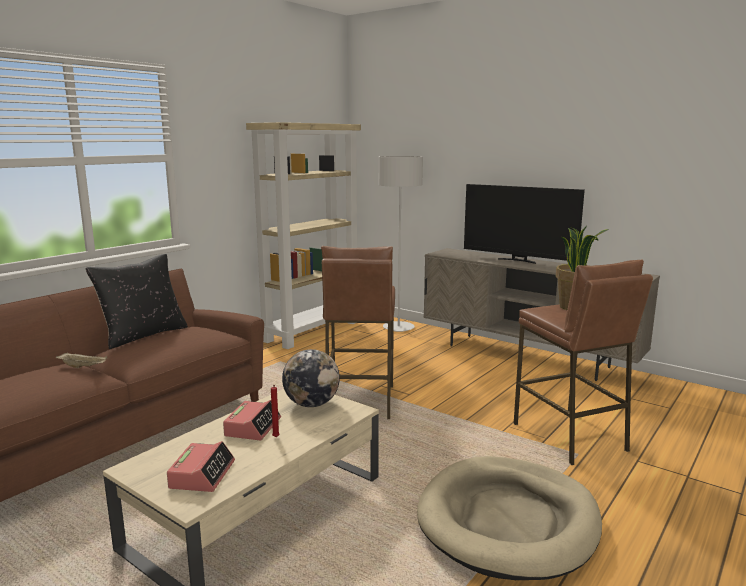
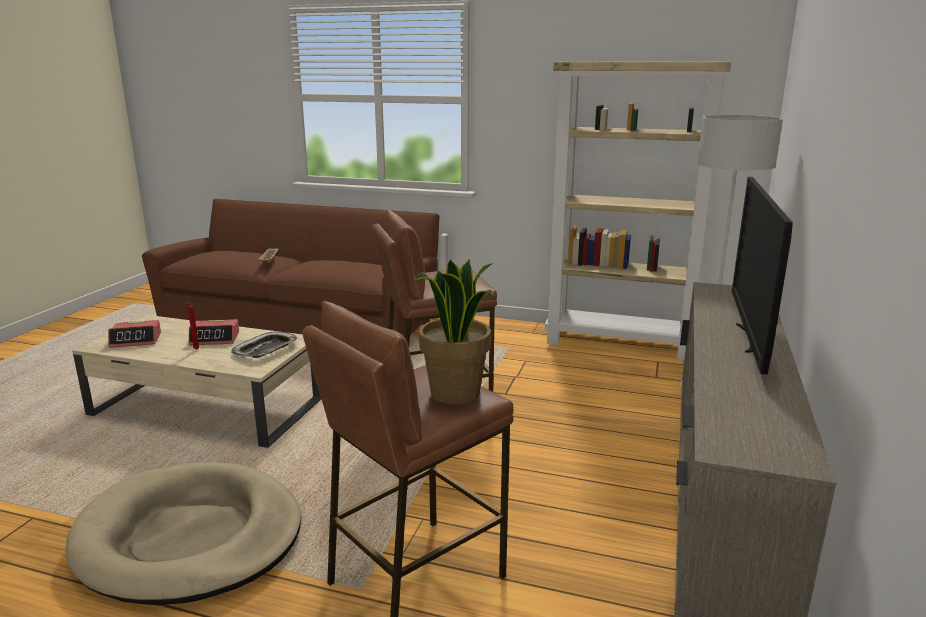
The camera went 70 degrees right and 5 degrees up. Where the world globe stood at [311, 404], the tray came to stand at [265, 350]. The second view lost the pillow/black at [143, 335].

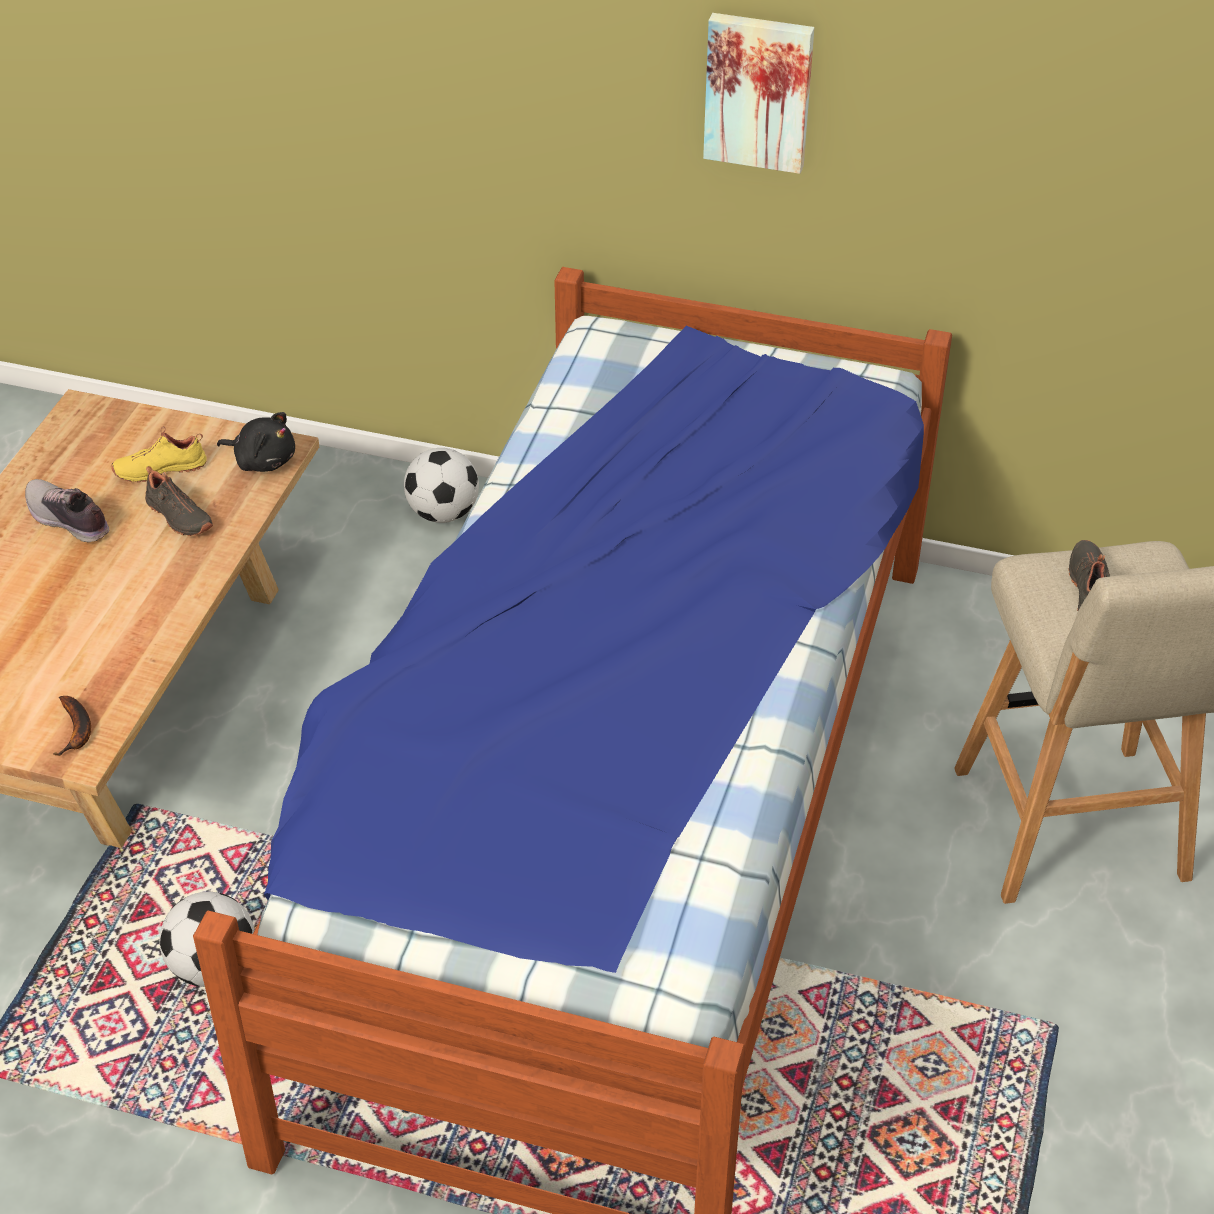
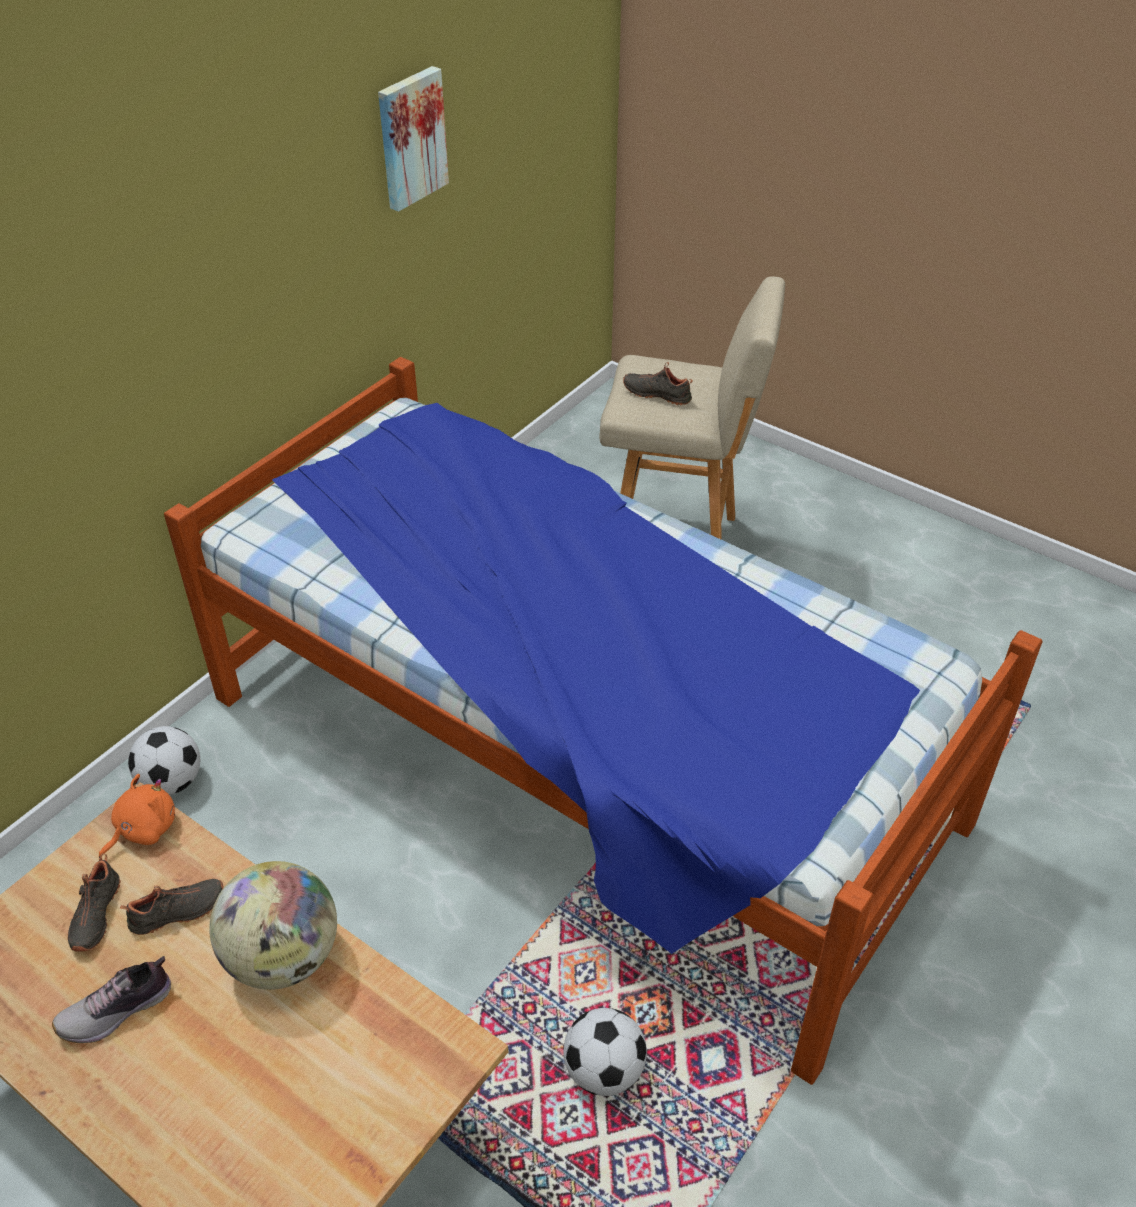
The camera went 70 degrees left and 0 degrees up. What was the low shoe/yellow at [160, 468] turned into the low shoe/black at [94, 914]. What was the plush toy/black at [263, 460] turned into the plush toy/orangey at [143, 829]. The second view gained the world globe at [283, 958]. The wall picture ended up elsewhere, having gone from [759, 91] to [410, 138]. The second view lost the banana fruit at [77, 730].

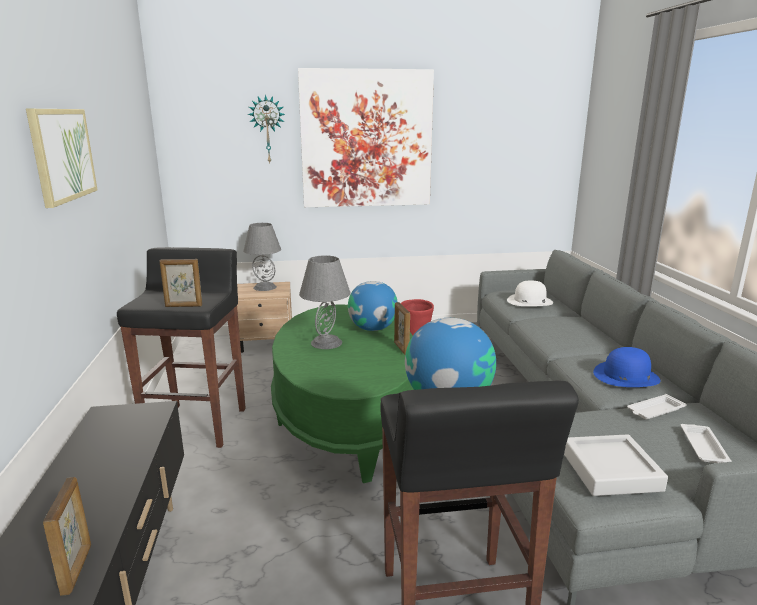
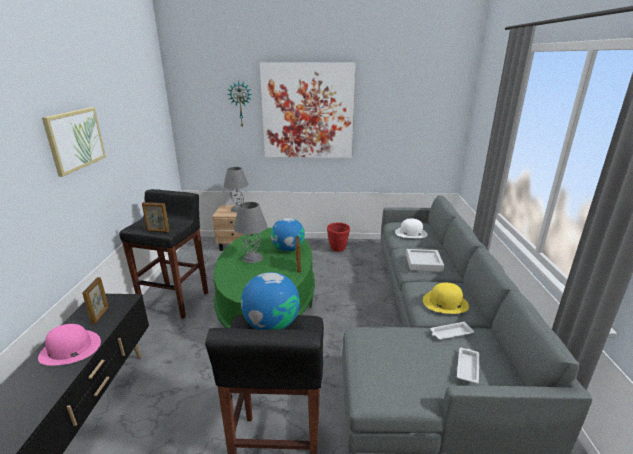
The camera went 10 degrees right and 5 degrees up. The second view gained the wearable hat/pinkish at [70, 349]. The photo frame ended up elsewhere, having gone from [77, 569] to [100, 315]. The tray/gray ended up elsewhere, having gone from [610, 471] to [423, 263]. What was the wearable hat/blue at [626, 376] turned into the wearable hat/yellow at [445, 302].

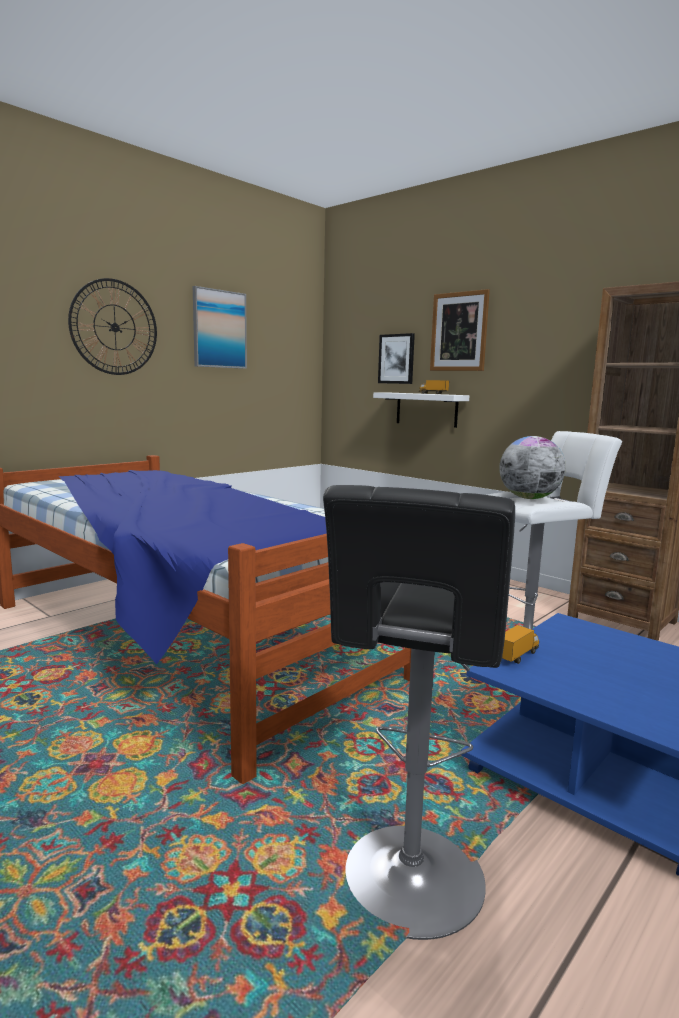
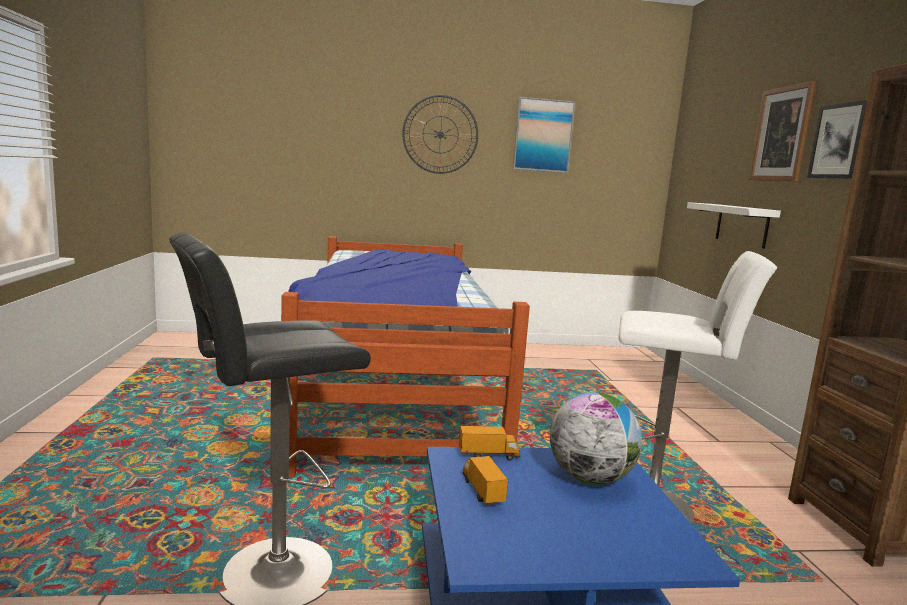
The camera went 40 degrees right and 0 degrees up. The toy lorry ended up elsewhere, having gone from [433, 393] to [482, 493]. The world globe ended up elsewhere, having gone from [529, 498] to [590, 478]. The wall picture ended up elsewhere, having gone from [396, 359] to [839, 141].

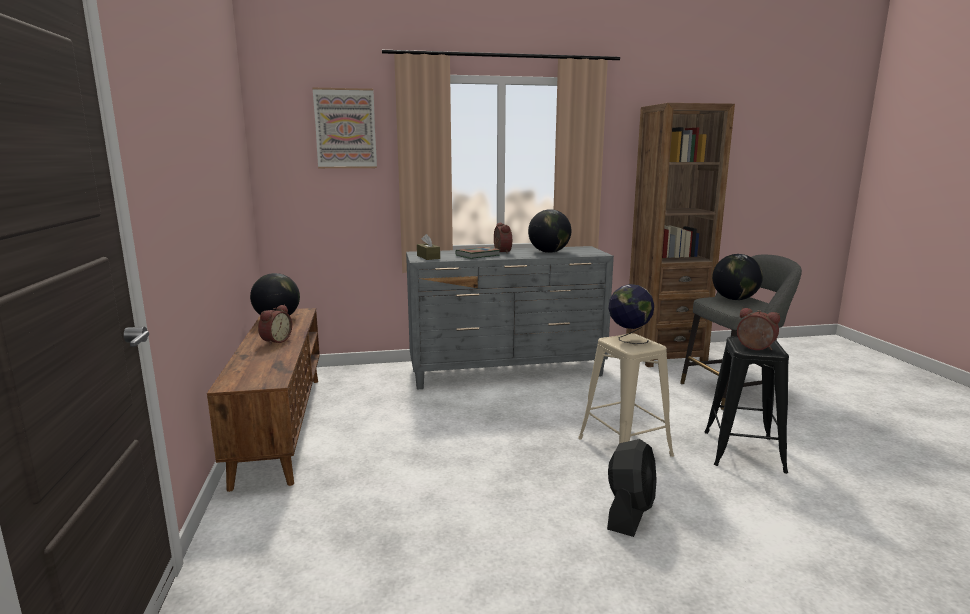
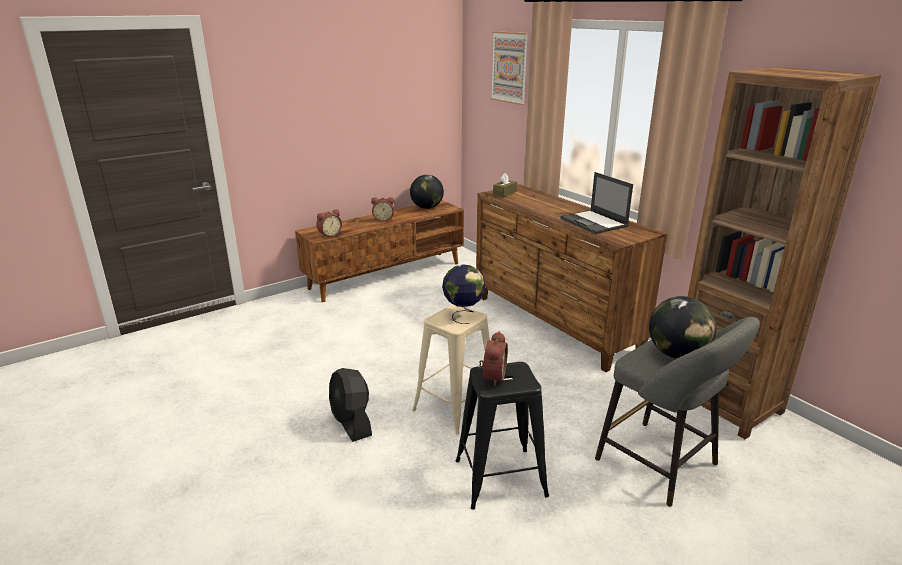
The camera went 65 degrees right and 10 degrees up. The table clock ended up elsewhere, having gone from [501, 252] to [329, 235]. The cooling fan/black at [629, 512] ended up facing another way, 60 degrees clockwise from before. What was the chest of drawers/gray at [507, 373] turned into the chest of drawers/brown at [554, 324]. Where the world globe stood at [549, 252], the notebook computer came to stand at [594, 222]. The second view lost the book at [478, 255].

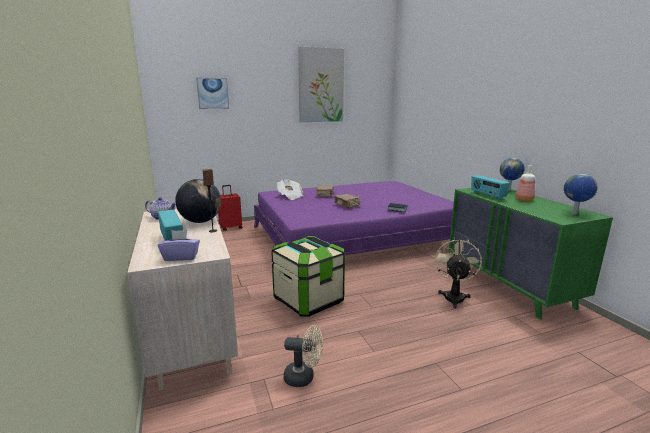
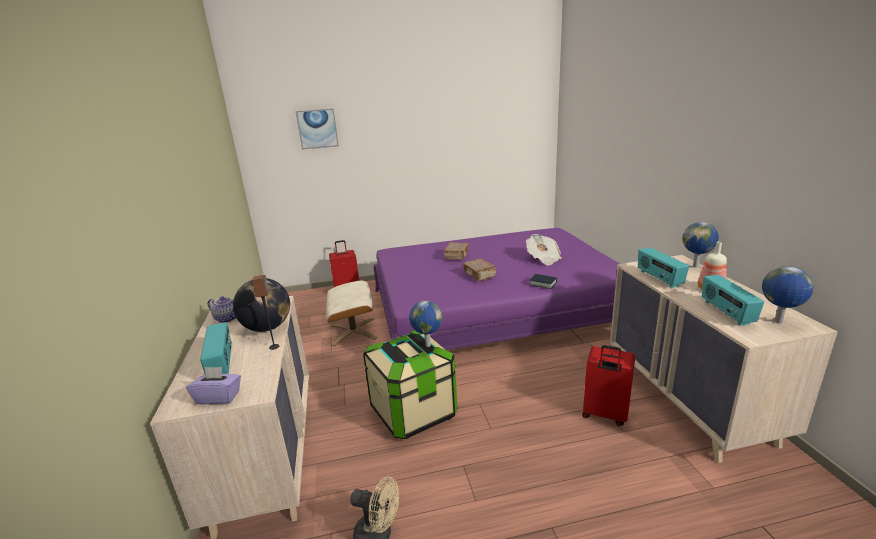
The camera went 10 degrees right and 5 degrees up. The second view gained the ottoman/beige at [354, 331]. The second view gained the world globe at [427, 345]. The newspaper ended up elsewhere, having gone from [290, 196] to [543, 258]. Where the cooling fan/beige stood at [454, 296], the travel case/reddish came to stand at [604, 415]. What was the chest of drawers/green-coloured at [510, 286] turned into the chest of drawers/beige at [689, 400]. The second view gained the radio set at [726, 313]. The second view lost the wall picture at [321, 85].

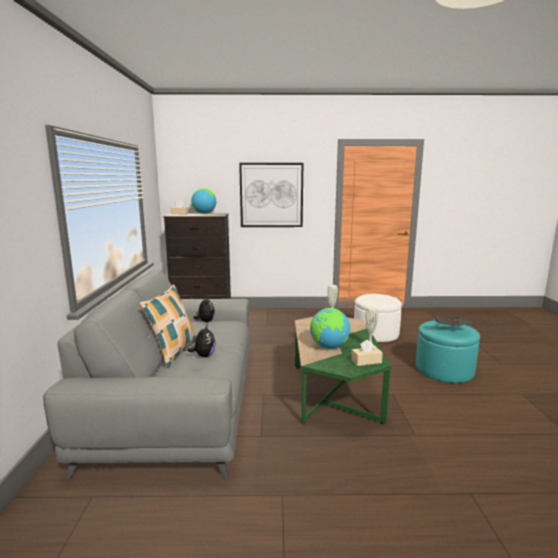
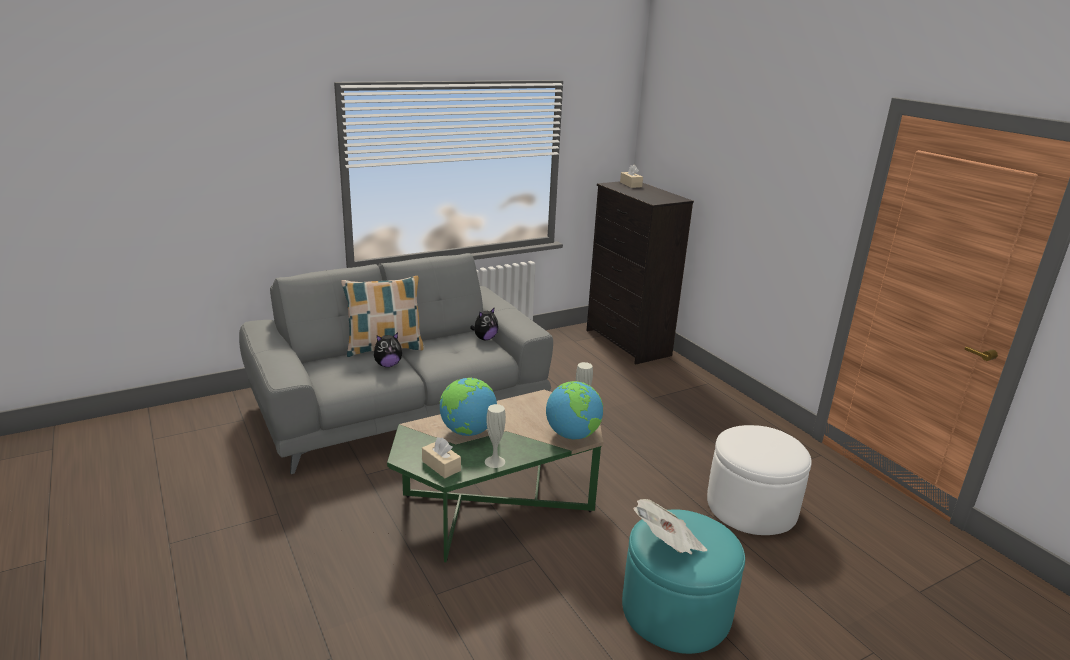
The camera went 60 degrees right and 10 degrees up. The world globe ended up elsewhere, having gone from [204, 213] to [572, 435]. The second view lost the wall picture at [271, 195].

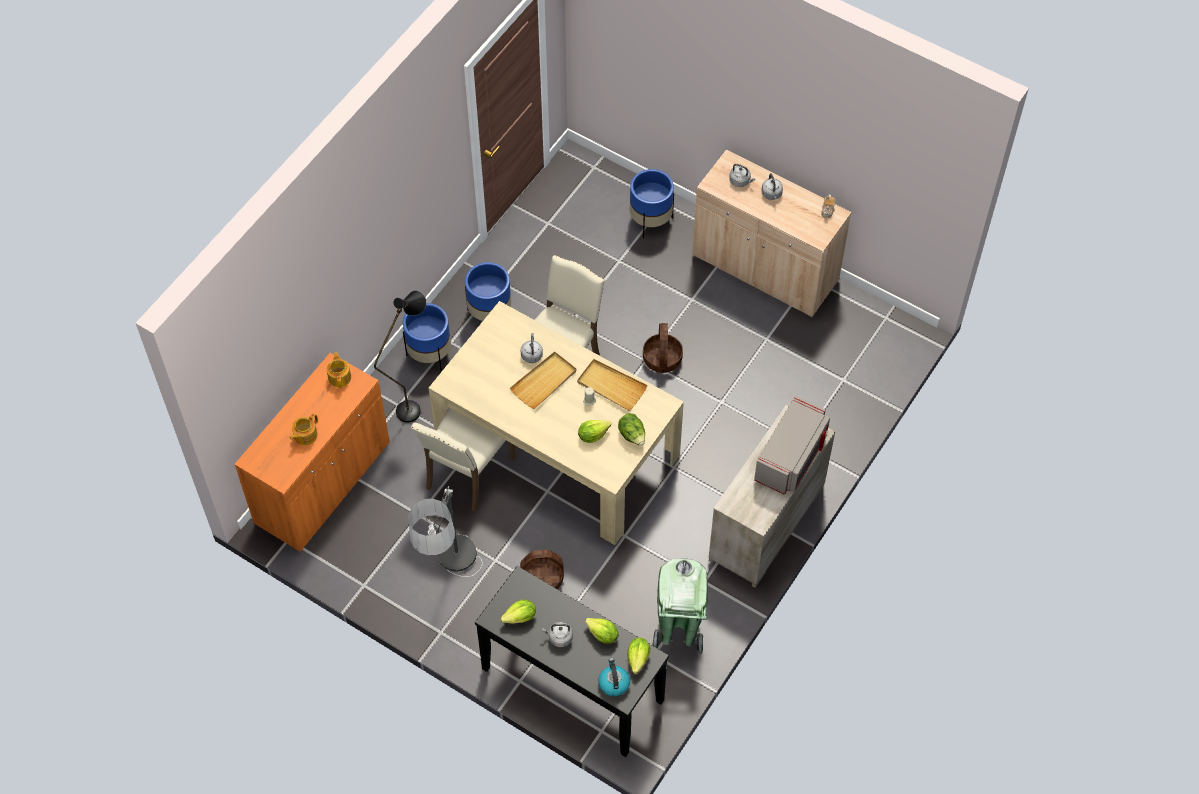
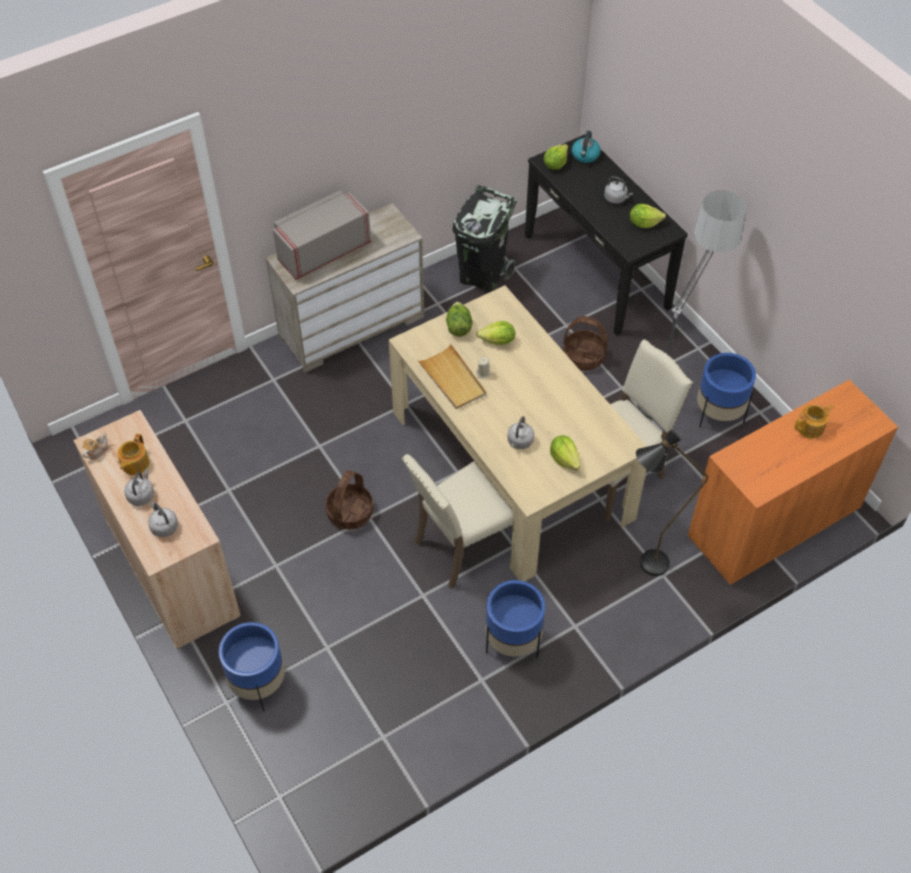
The camera went 155 degrees left and 5 degrees down. The tea pot ended up elsewhere, having gone from [340, 377] to [134, 464]. What was the rubbish bin/green-coloured at [678, 630] turned into the rubbish bin/black at [483, 277]. The lettuce ended up elsewhere, having gone from [602, 635] to [564, 459]. The flower pot/blue ended up elsewhere, having gone from [429, 354] to [718, 414]. The second view lost the tray/beige at [544, 381].

